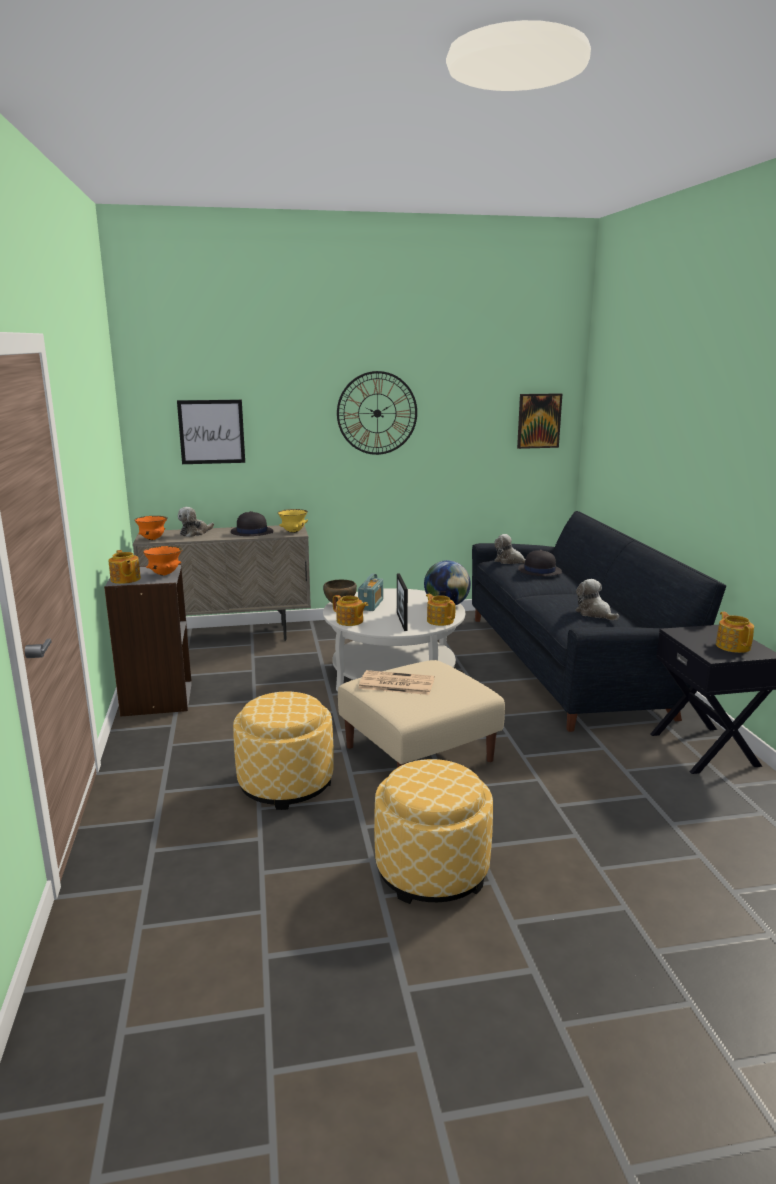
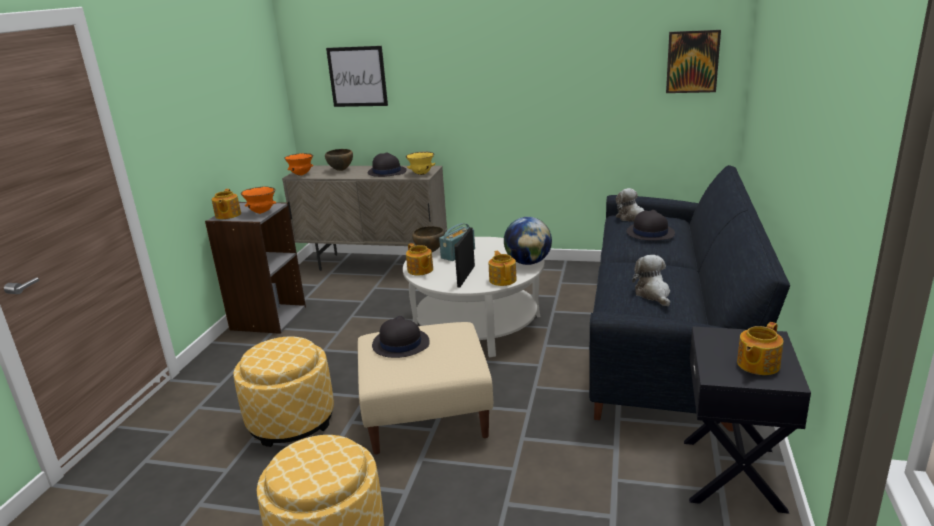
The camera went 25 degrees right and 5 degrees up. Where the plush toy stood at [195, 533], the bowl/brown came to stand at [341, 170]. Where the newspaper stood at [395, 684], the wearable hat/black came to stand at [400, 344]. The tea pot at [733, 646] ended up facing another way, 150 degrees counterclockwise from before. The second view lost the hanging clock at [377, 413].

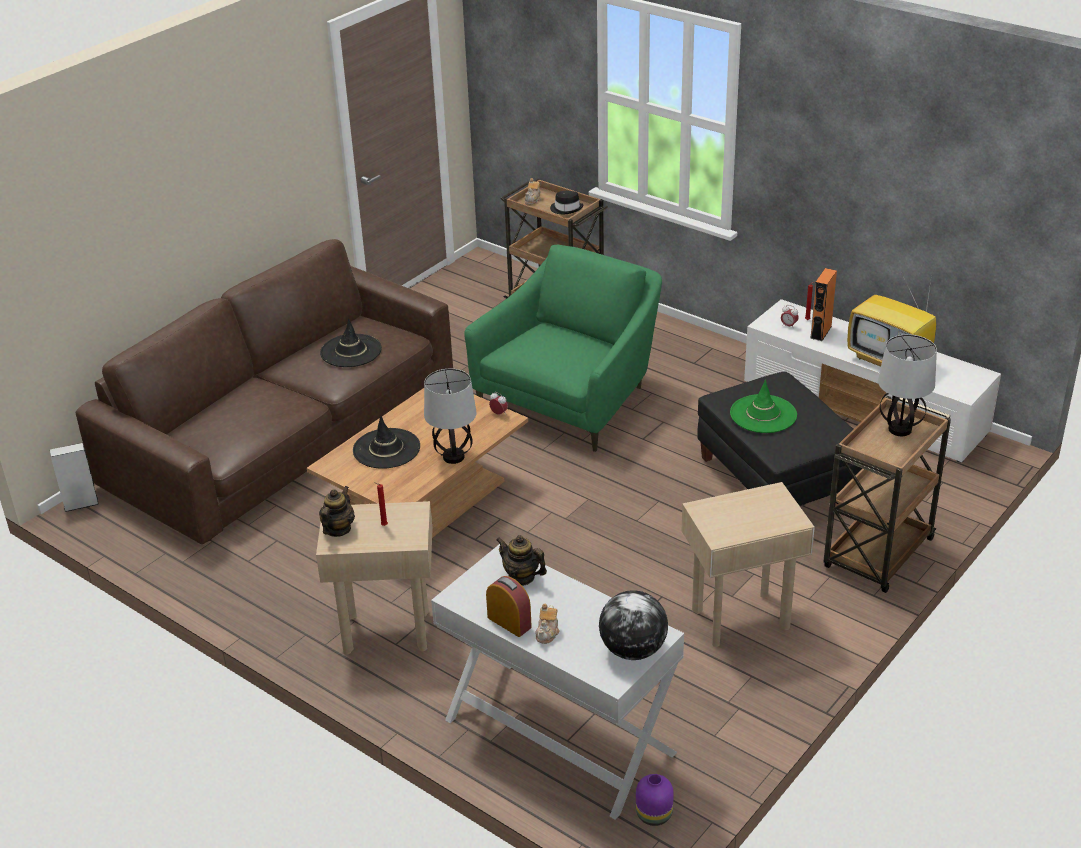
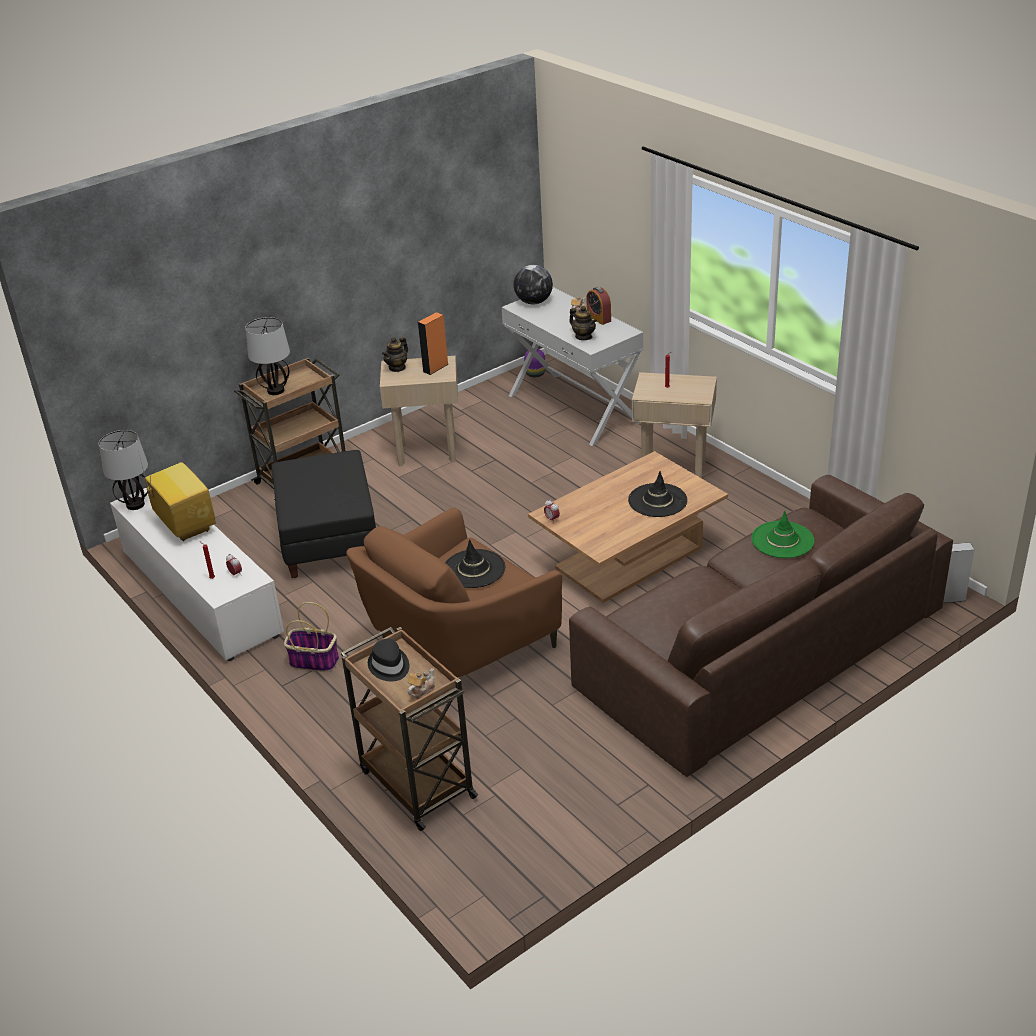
The camera went 165 degrees left and 0 degrees up. The lamp for a table ended up elsewhere, having gone from [453, 457] to [136, 505]. The second view gained the storage basket at [313, 661]. What was the armchair/green-coloured at [571, 398] turned into the armchair/brown at [458, 645]. The tea pot ended up elsewhere, having gone from [338, 529] to [397, 368]. The loudspeaker/orangey ended up elsewhere, having gone from [821, 332] to [435, 368]. The wearable hat/black ended up elsewhere, having gone from [351, 351] to [474, 569]. The wearable hat/green-coloured ended up elsewhere, having gone from [763, 414] to [782, 540].

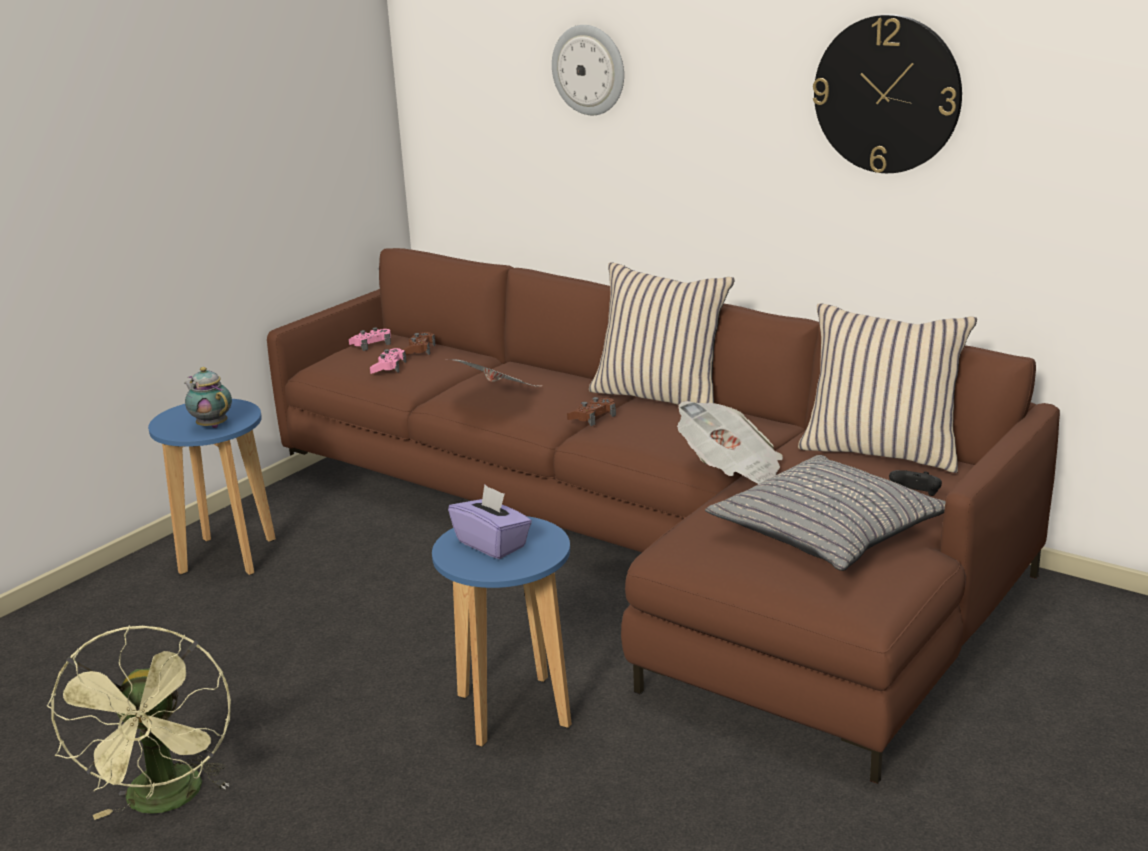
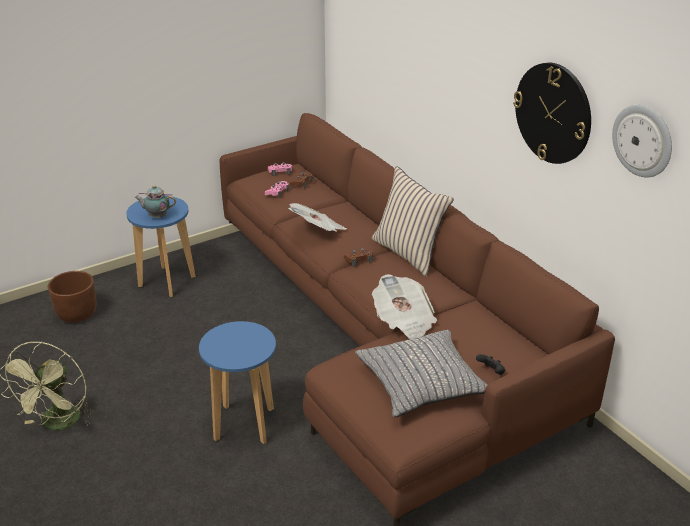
The camera went 20 degrees right and 10 degrees up. The second view gained the flower pot/brown at [77, 314]. The tea pot at [211, 425] ended up facing another way, 60 degrees counterclockwise from before. The hanging clock ended up elsewhere, having gone from [589, 70] to [643, 140]. The second view lost the box of tissues/purple-coloured at [492, 544]. The second view lost the pillow/beige at [882, 451].

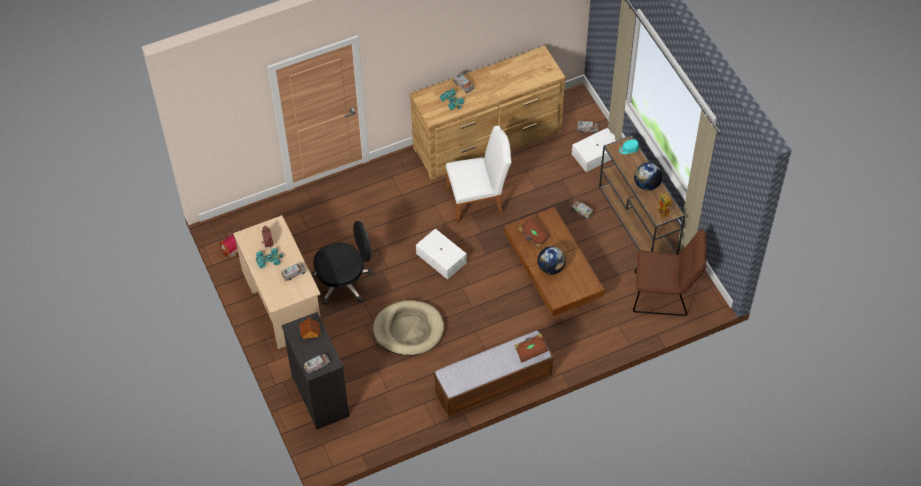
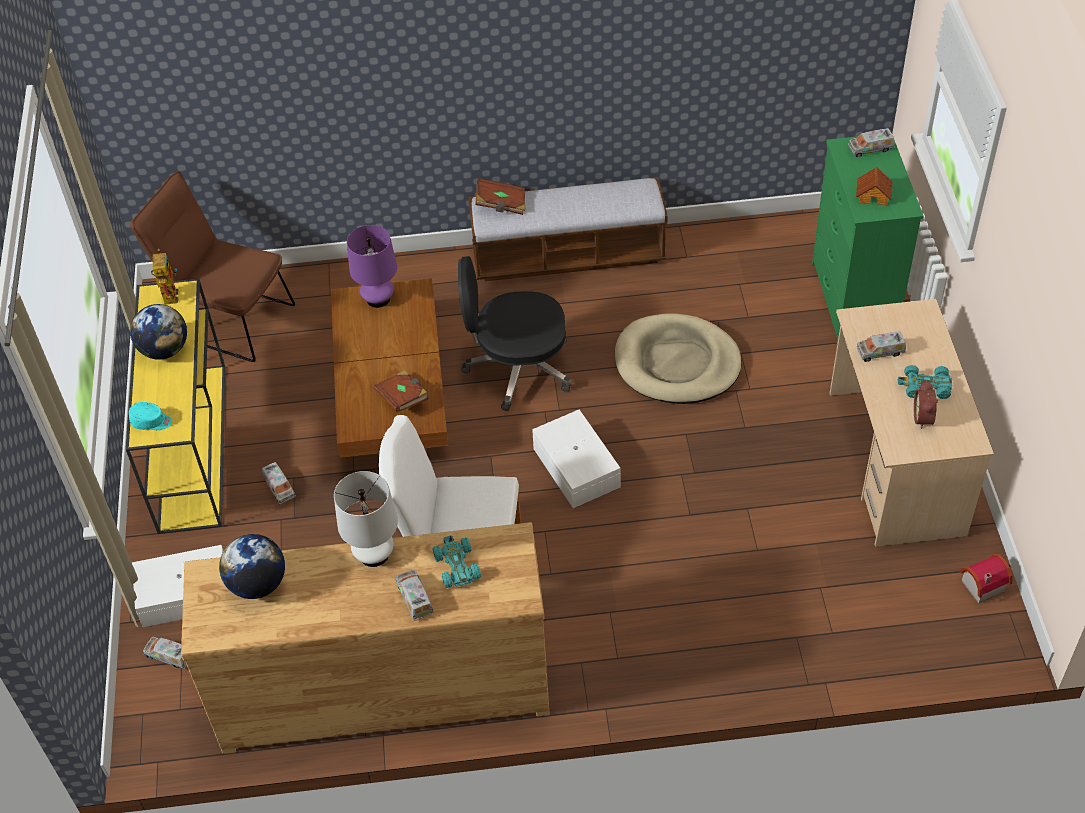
The camera went 160 degrees left and 5 degrees down. What was the console table/brown at [638, 221] turned into the console table/yellow at [192, 445]. The world globe ended up elsewhere, having gone from [551, 268] to [257, 584]. The second view gained the lamp for a table/white at [374, 554]. The second view gained the lamp for a table/purple-coloured at [378, 299]. The desk chair/black ended up elsewhere, having gone from [344, 282] to [517, 368]. What was the chest of drawers/black at [320, 395] turned into the chest of drawers/green-coloured at [852, 301].

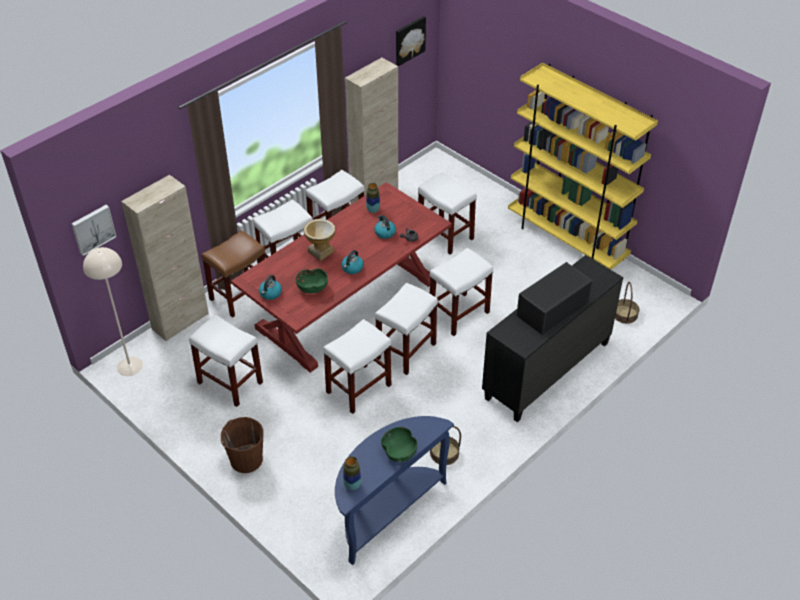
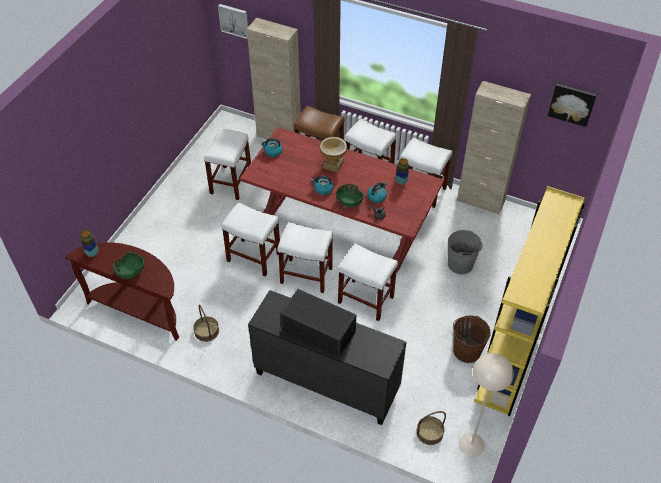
The camera went 70 degrees right and 5 degrees up. What was the console table/blue at [387, 511] turned into the console table/brown at [140, 310]. The bowl/green-coloured ended up elsewhere, having gone from [312, 288] to [349, 202]. Where the stool seat/white stood at [446, 236], the bucket/gray came to stand at [460, 264]. The bucket/brown ended up elsewhere, having gone from [246, 460] to [466, 350]. The standing lamp/beige ended up elsewhere, having gone from [129, 366] to [471, 444].

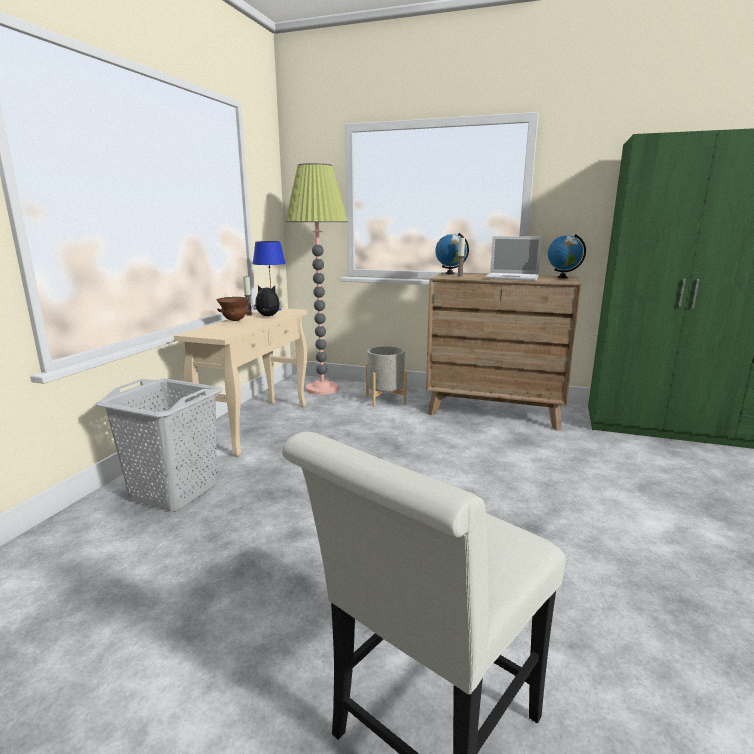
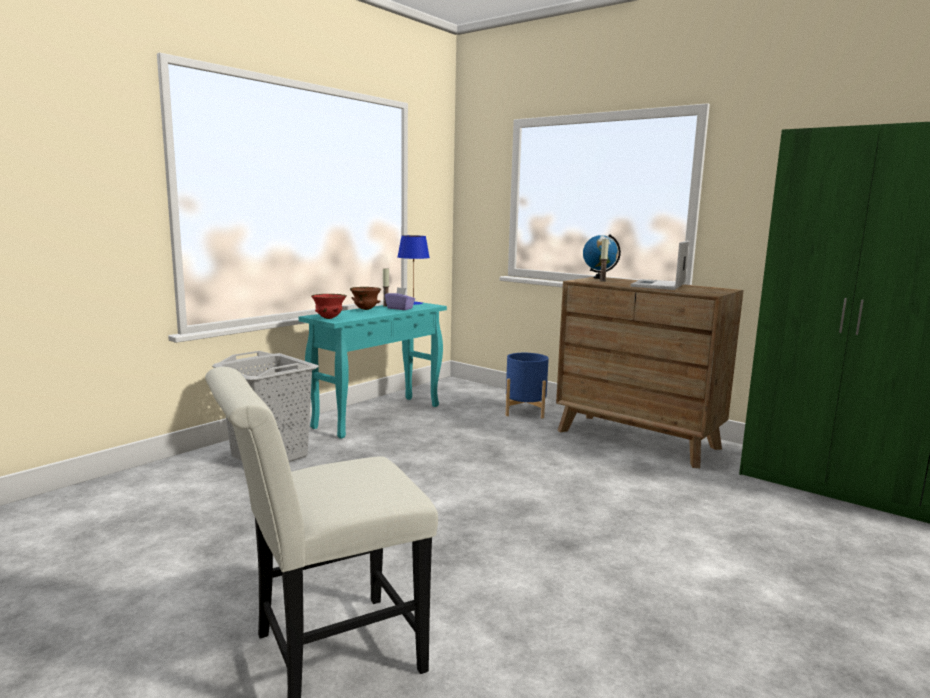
The camera went 20 degrees right and 5 degrees down. What was the console table/beige at [257, 425] turned into the console table/turquoise at [378, 416]. The second view gained the bowl/reddish at [329, 318]. Where the plush toy stood at [267, 316], the box of tissues/purple-coloured came to stand at [400, 308]. What was the flower pot/gray at [385, 399] turned into the flower pot/blue at [525, 411]. The notebook computer at [513, 277] ended up facing another way, 75 degrees clockwise from before. The second view lost the standing lamp at [322, 389]. The second view lost the world globe at [562, 277].

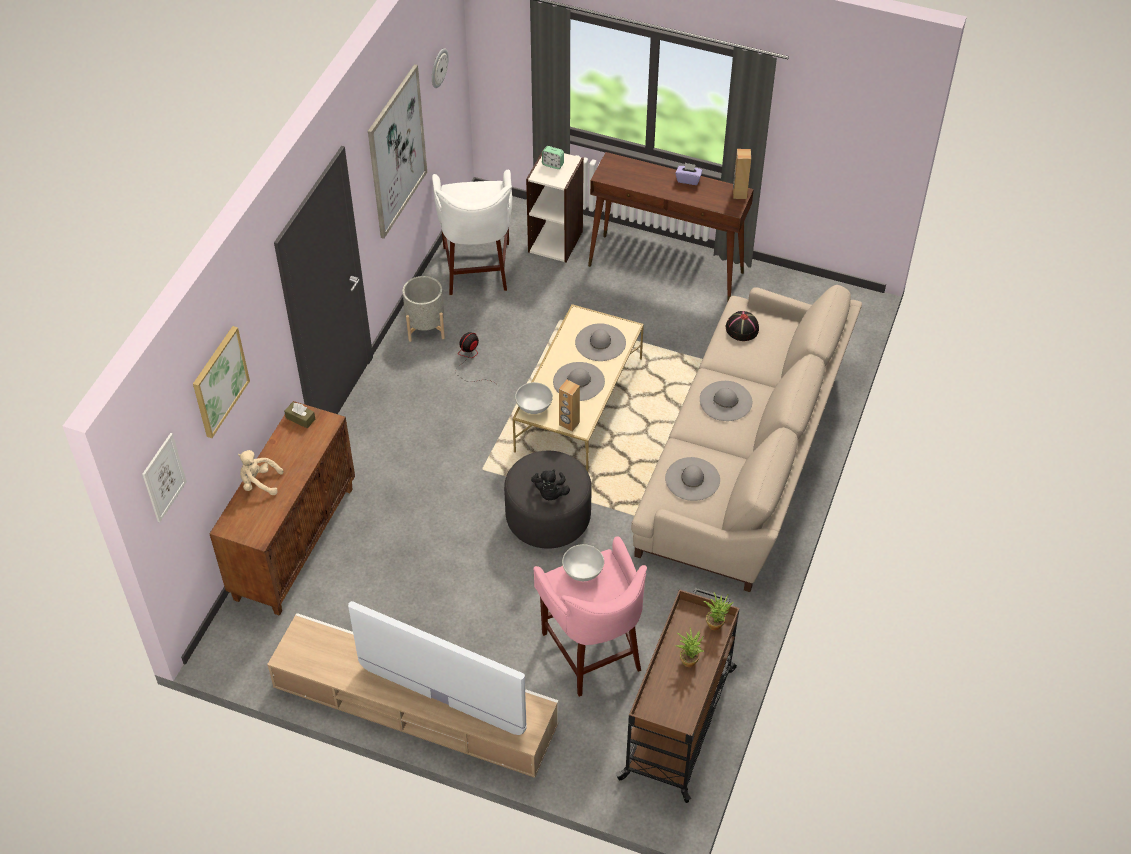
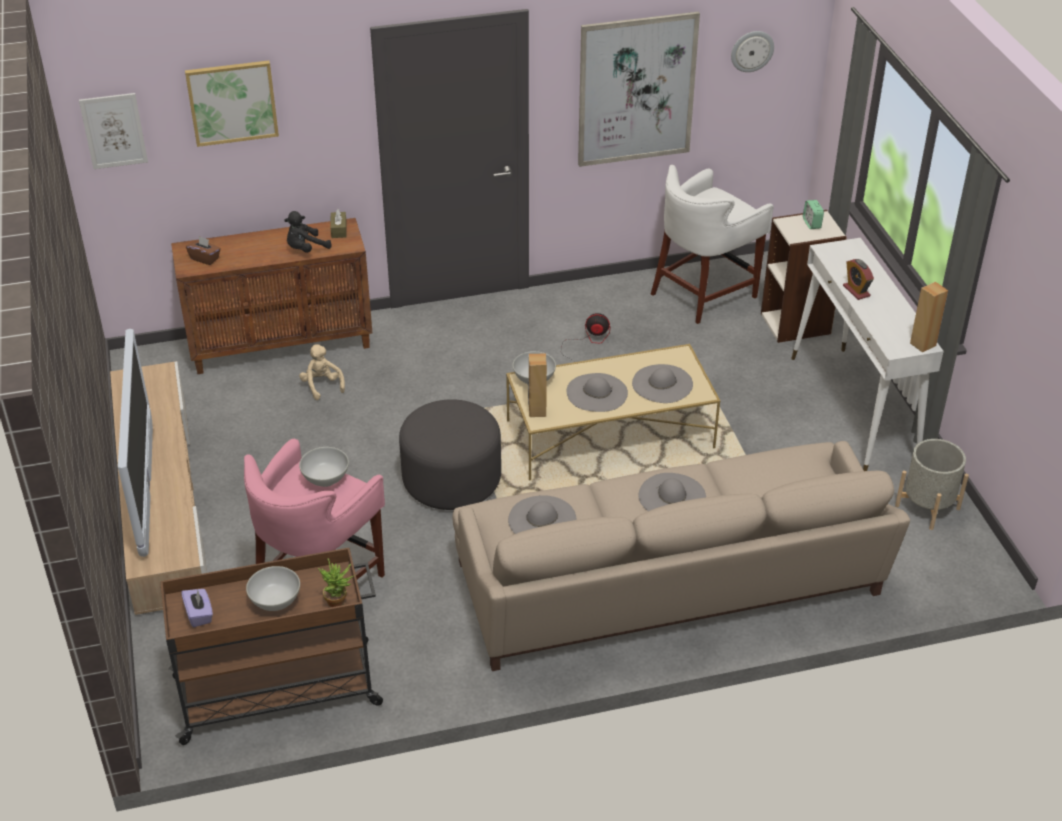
The camera went 55 degrees right and 10 degrees down. The box of tissues/purple-coloured ended up elsewhere, having gone from [688, 180] to [199, 614]. The second view gained the box of tissues/brown at [205, 258]. Where the plant in a pot stood at [688, 659], the bowl/white came to stand at [275, 602]. The plush toy/black ended up elsewhere, having gone from [550, 493] to [306, 249]. The plush toy/beige ended up elsewhere, having gone from [259, 482] to [322, 385]. What was the console table/brown at [666, 269] turned into the console table/white at [853, 410]. The second view gained the table clock at [856, 291]. The flower pot/gray ended up elsewhere, having gone from [425, 327] to [927, 507]. The second view lost the wearable hat/black at [741, 329].

